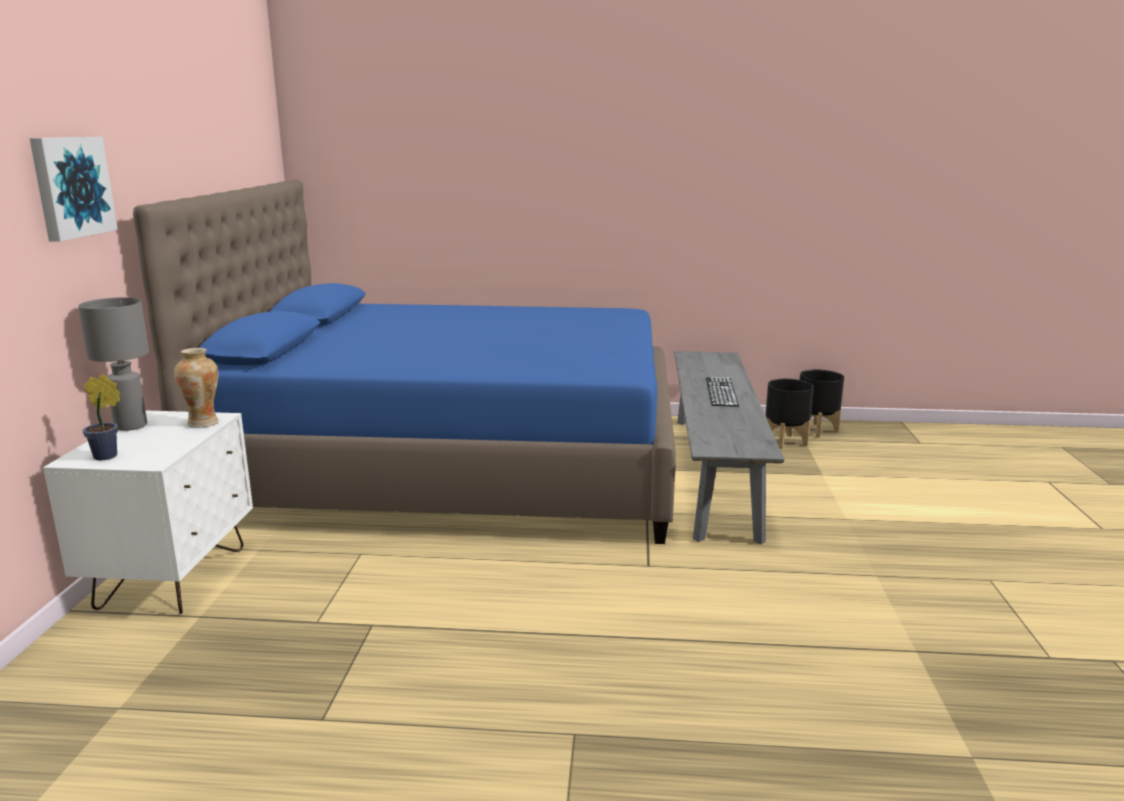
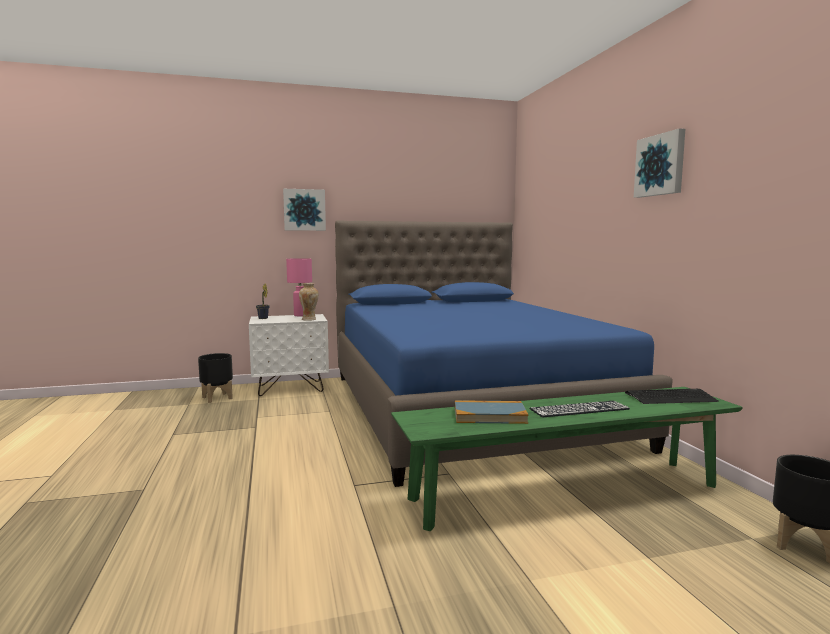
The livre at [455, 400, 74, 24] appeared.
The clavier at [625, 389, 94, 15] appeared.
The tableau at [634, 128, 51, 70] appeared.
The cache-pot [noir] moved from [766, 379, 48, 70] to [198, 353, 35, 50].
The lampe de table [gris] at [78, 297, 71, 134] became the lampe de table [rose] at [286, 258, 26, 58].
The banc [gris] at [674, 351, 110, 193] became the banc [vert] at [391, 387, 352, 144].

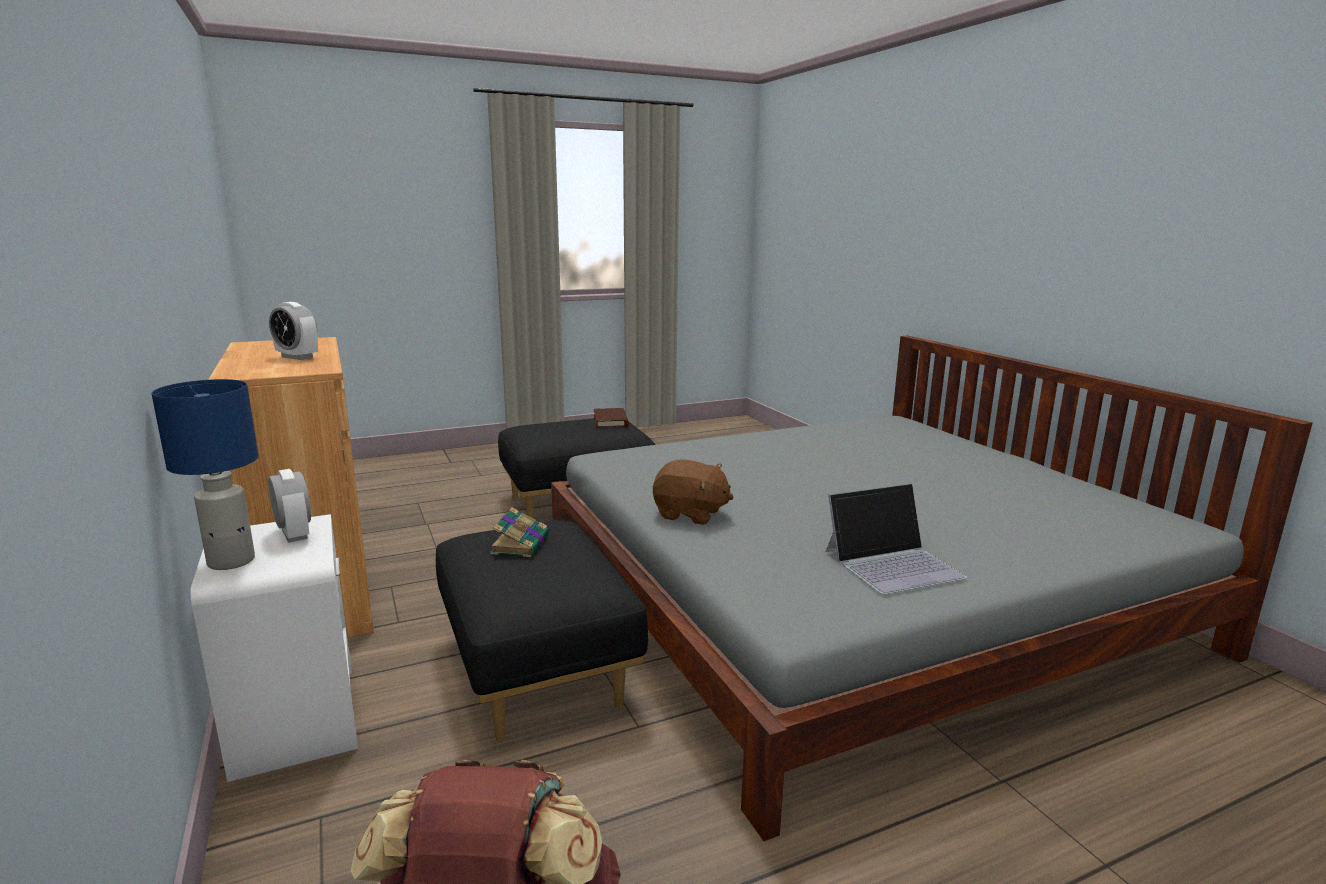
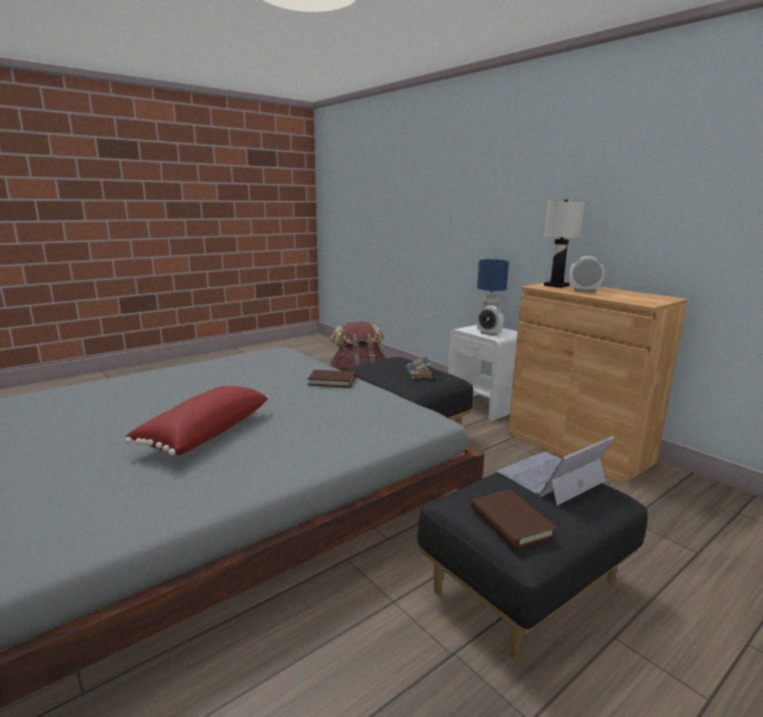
The coussin [rouge] at [125, 386, 144, 69] appeared.
The lampe de table [blanc] at [544, 200, 41, 88] appeared.
The ordinateur portable moved from [826, 483, 141, 112] to [498, 436, 117, 70].
The peluche [marron] at [653, 460, 81, 65] was replaced by the livre [marron] at [307, 370, 49, 18].

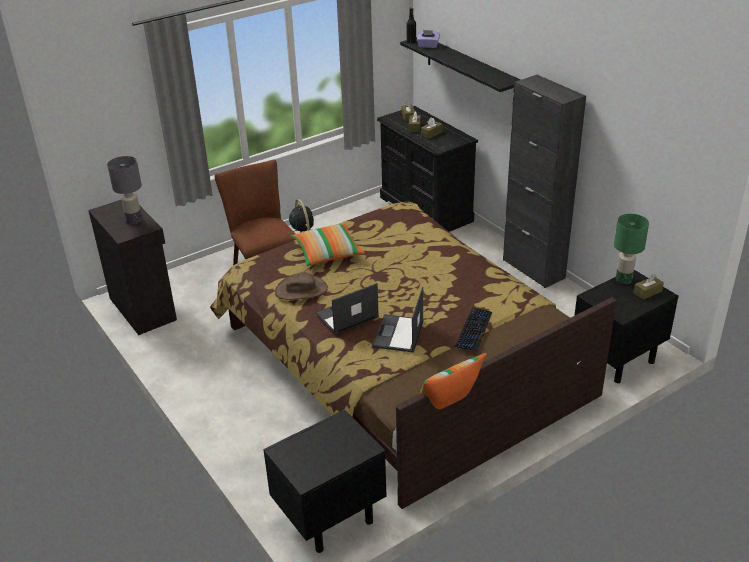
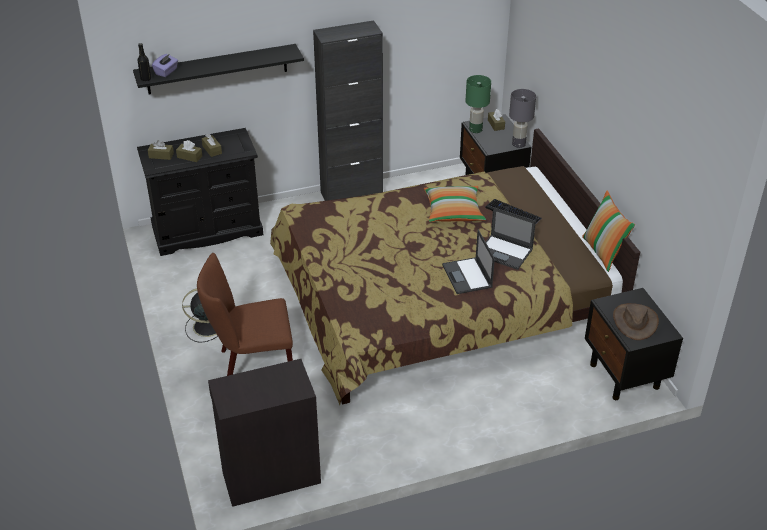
The lampe de table [gris] moved from [107, 156, 35, 68] to [509, 89, 27, 59].
The chapeau [marron] moved from [275, 272, 53, 28] to [613, 303, 46, 37].
The coussin moved from [291, 224, 74, 42] to [424, 186, 62, 36].

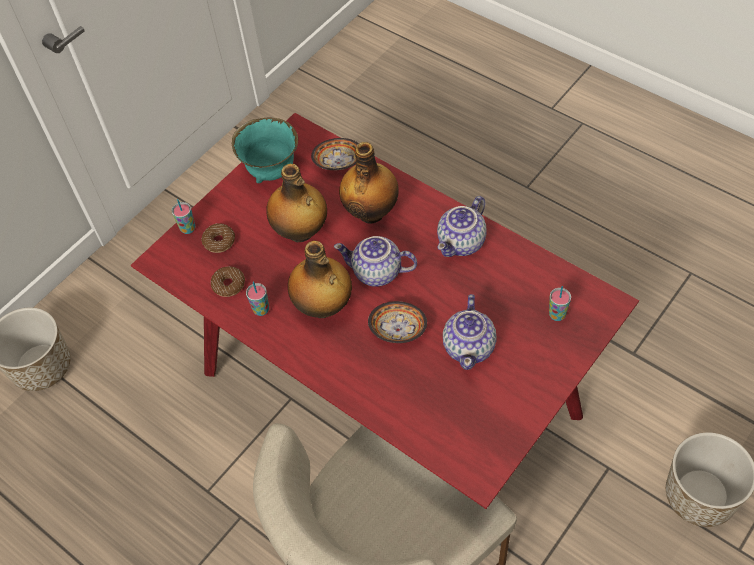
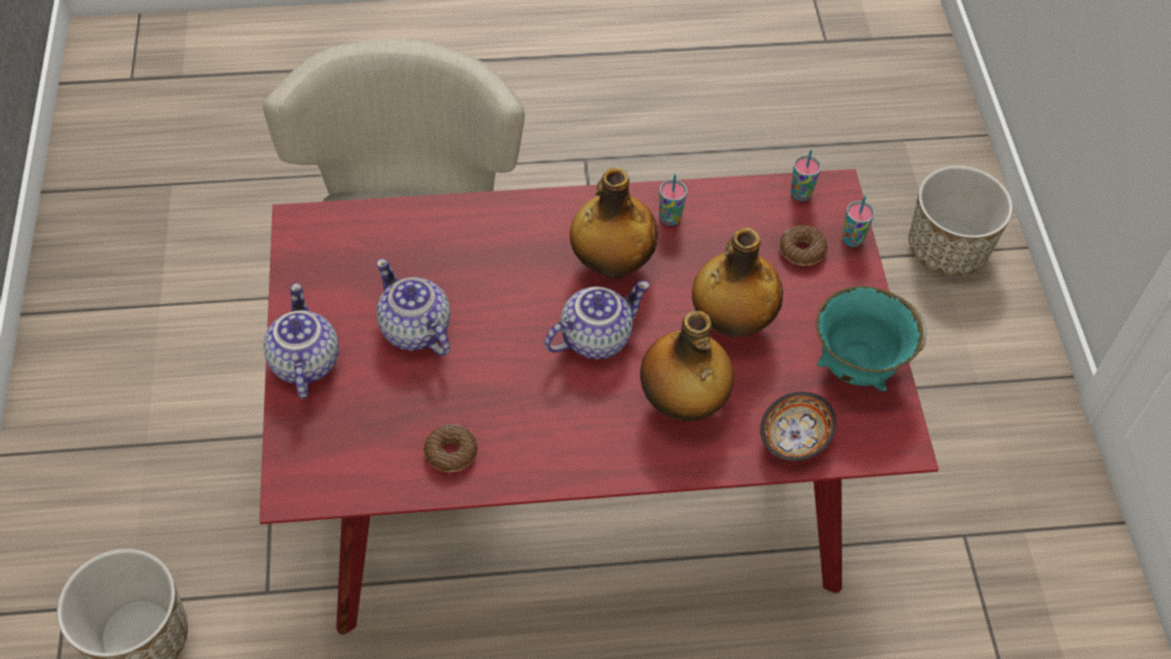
The bol at [368, 301, 59, 42] disappeared.
The beignet moved from [211, 266, 34, 31] to [423, 424, 55, 48].
The théière moved from [437, 196, 50, 61] to [263, 283, 76, 116].
The tasse moved from [549, 286, 22, 35] to [790, 150, 31, 51].

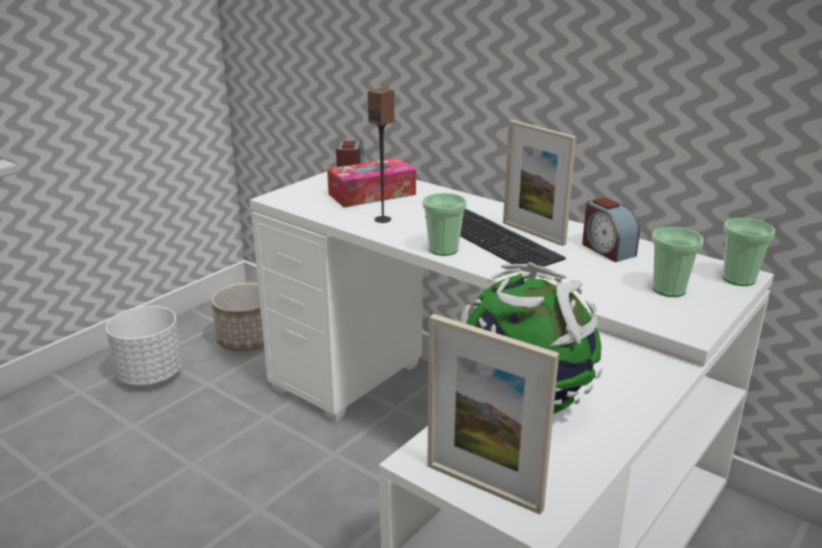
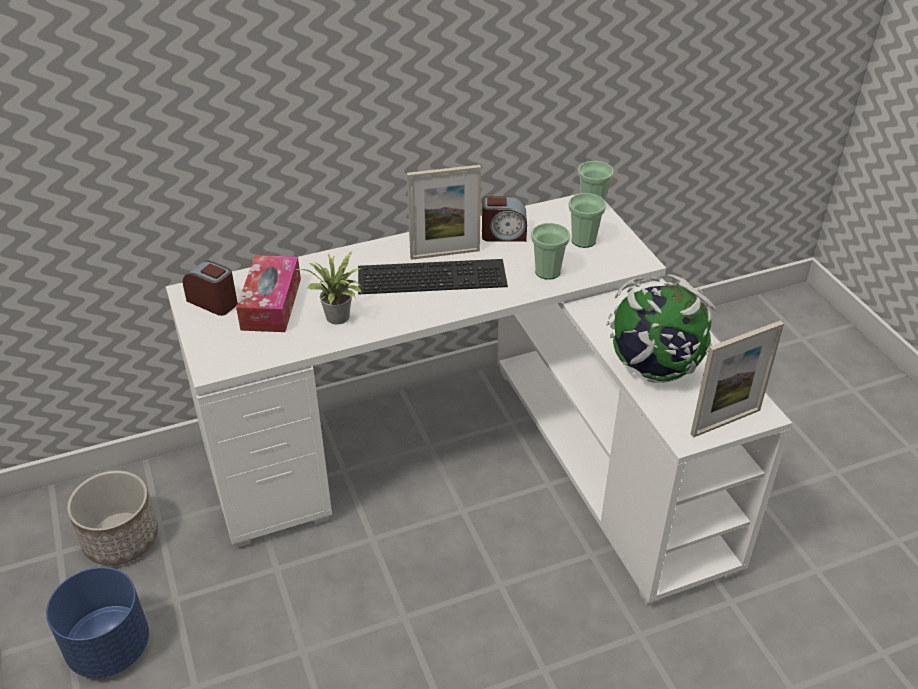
The tasse moved from [422, 193, 45, 63] to [531, 223, 39, 57].
The enceinte at [368, 88, 27, 135] was replaced by the plante en pot at [296, 252, 66, 73].
The cache-pot [blanc] at [106, 306, 77, 80] became the cache-pot [bleu] at [46, 567, 103, 111].

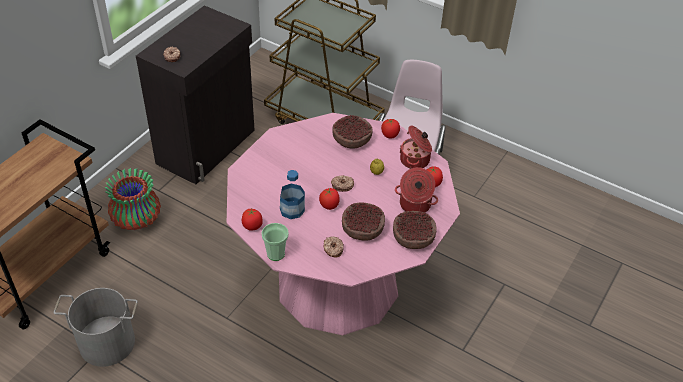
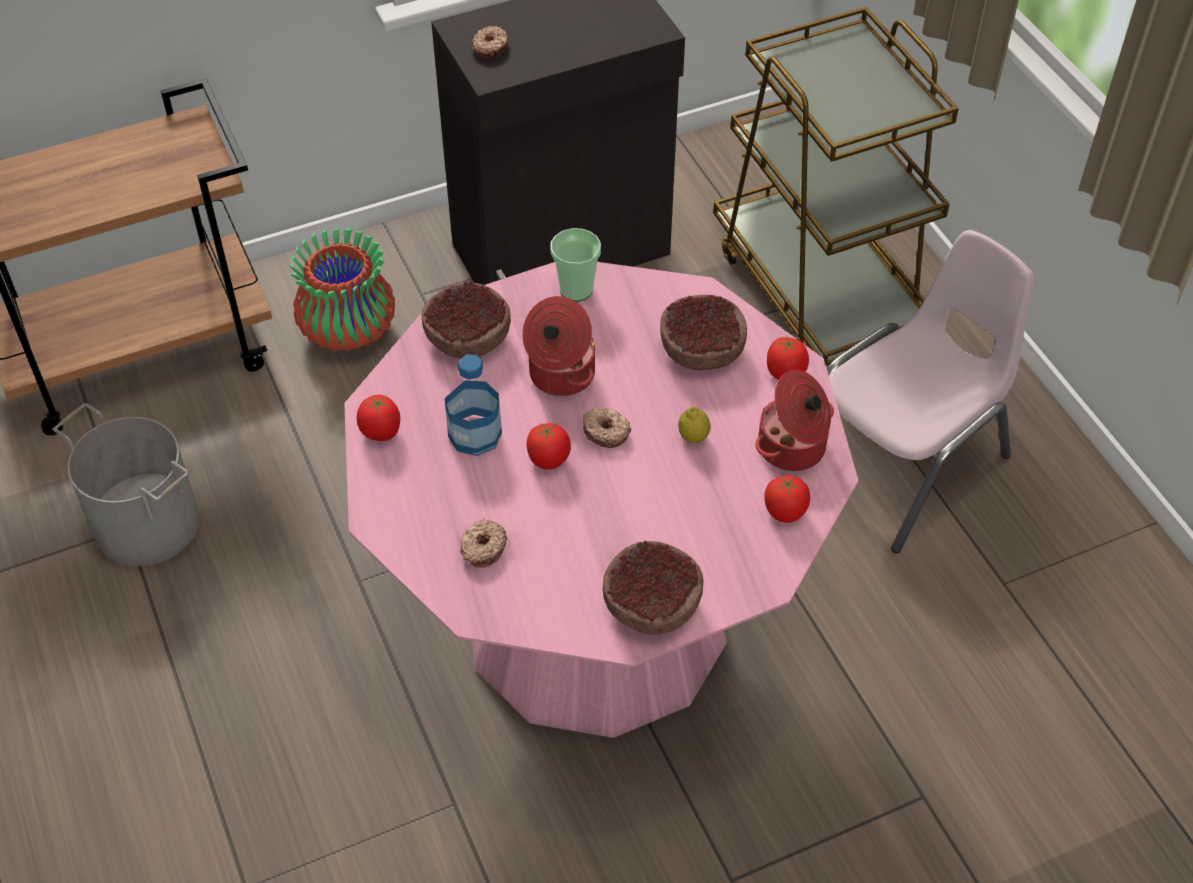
The tasse moved from [261, 223, 28, 38] to [550, 228, 51, 74].
The bol moved from [342, 202, 43, 39] to [422, 281, 89, 78].
The marmite moved from [395, 167, 43, 46] to [522, 296, 73, 100].

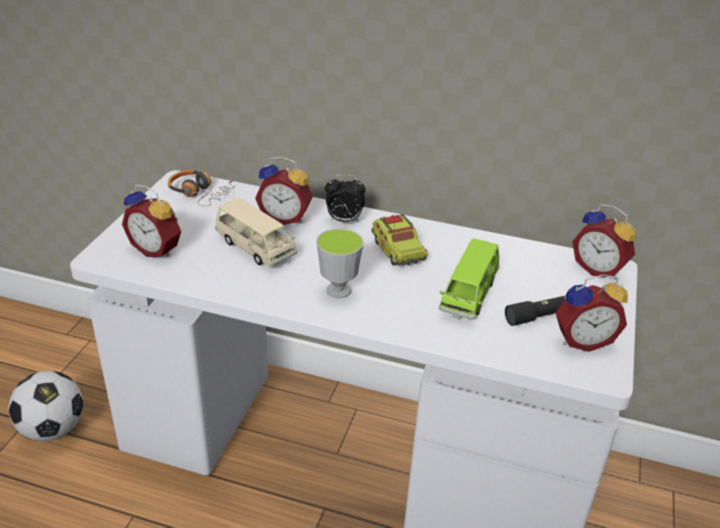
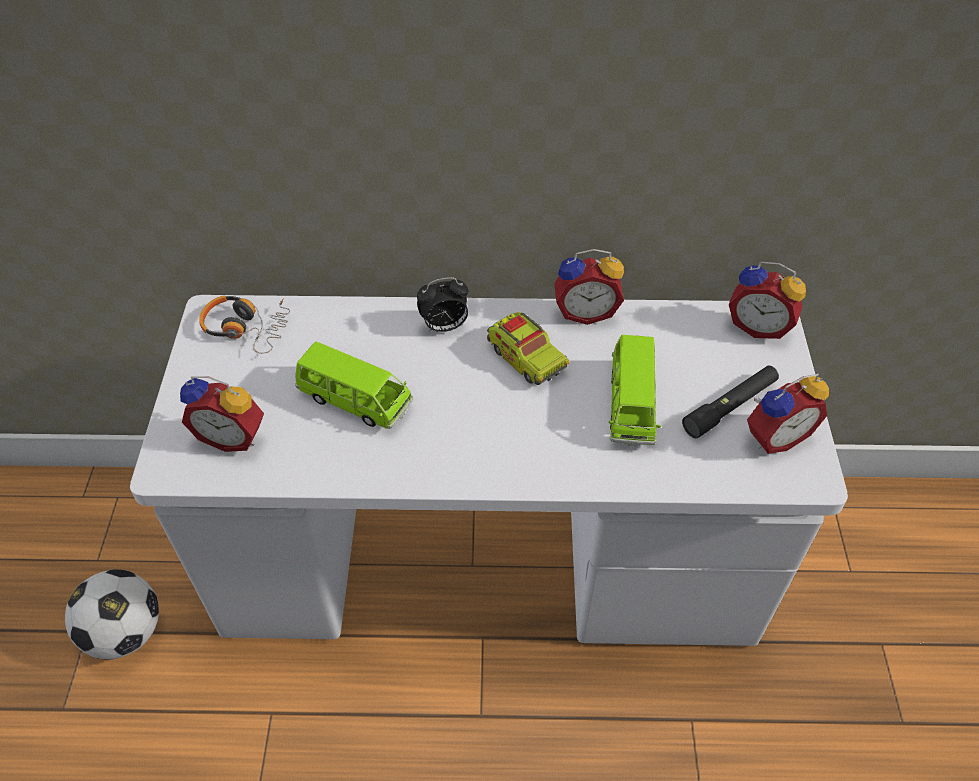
The tasse at [316, 228, 48, 71] disappeared.
The réveil moved from [255, 157, 58, 68] to [554, 249, 70, 76].
The petite voiture [beige] at [215, 197, 82, 70] became the petite voiture [vert] at [295, 342, 118, 87].

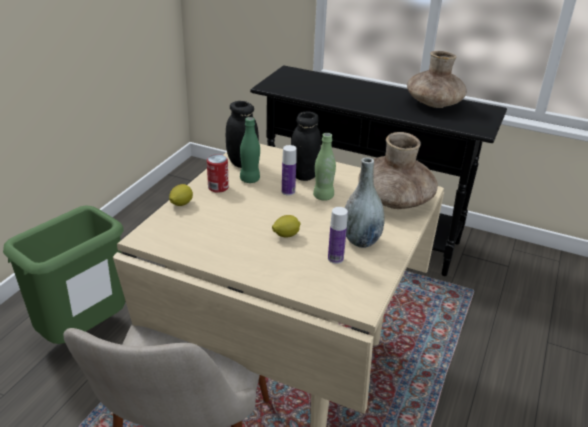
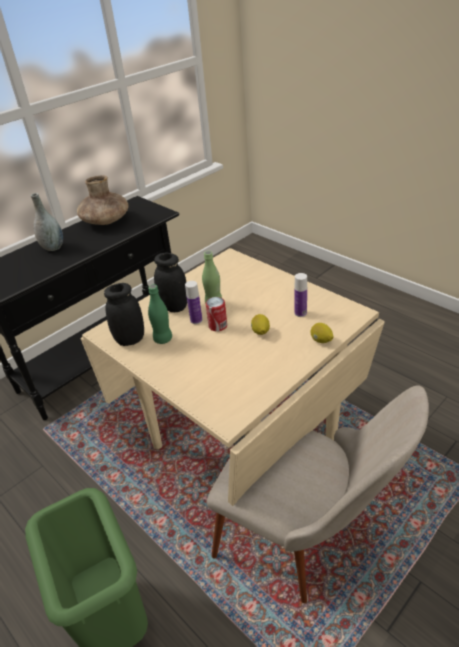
The vase [marron] at [358, 132, 80, 77] disappeared.
The citron moved from [169, 184, 24, 22] to [310, 323, 24, 20].
The boîte métallique moved from [207, 154, 22, 39] to [206, 297, 21, 35].
The vase [gris] moved from [345, 157, 40, 91] to [30, 193, 33, 58].

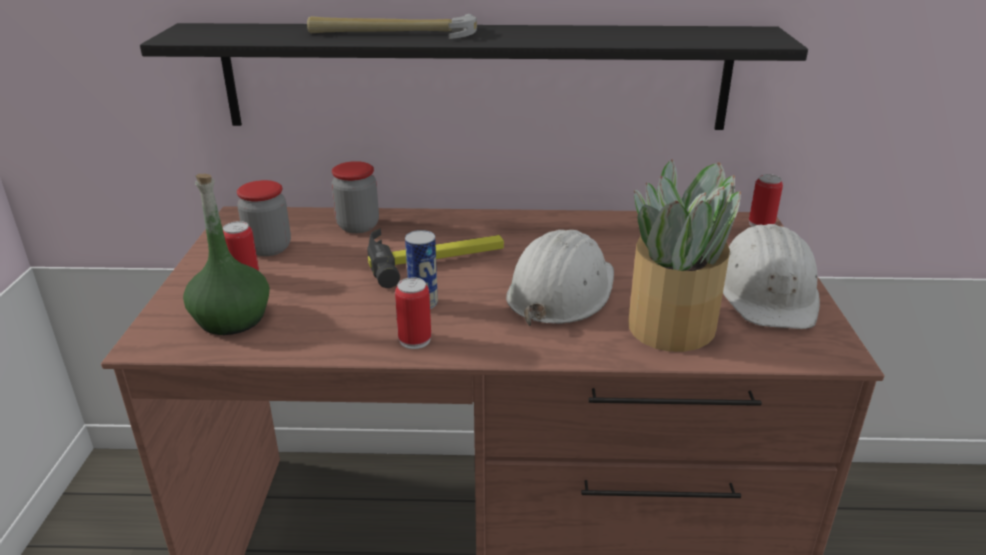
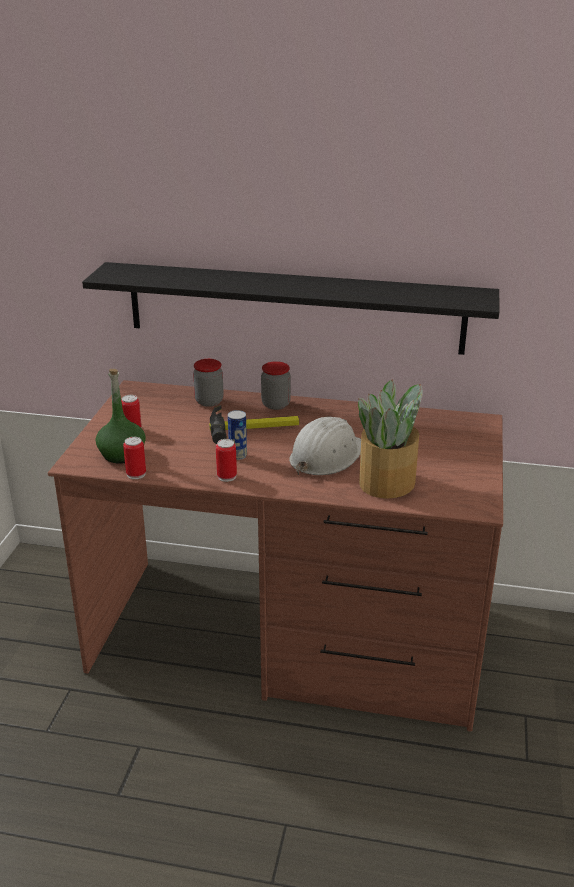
The marteau at [307, 14, 170, 25] disappeared.
The casque de chantier [blanc] at [723, 224, 97, 105] disappeared.
The bocal moved from [237, 180, 54, 76] to [261, 361, 30, 49].
The boîte métallique moved from [749, 174, 34, 53] to [123, 437, 23, 42].

